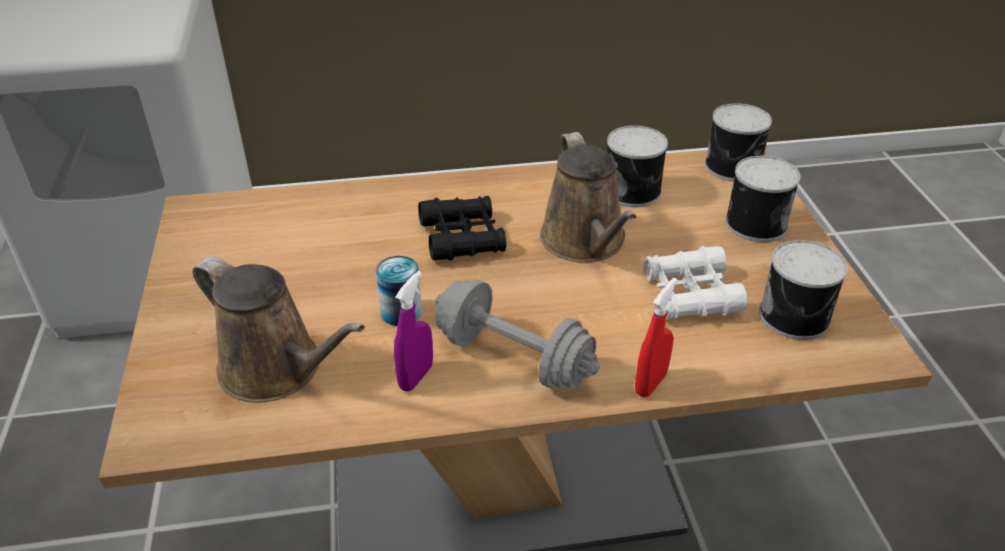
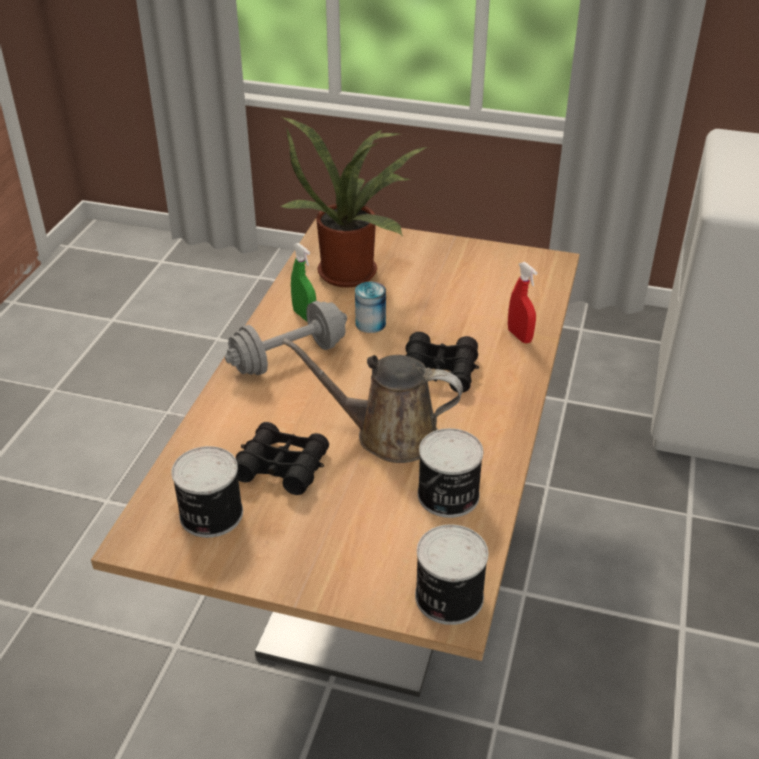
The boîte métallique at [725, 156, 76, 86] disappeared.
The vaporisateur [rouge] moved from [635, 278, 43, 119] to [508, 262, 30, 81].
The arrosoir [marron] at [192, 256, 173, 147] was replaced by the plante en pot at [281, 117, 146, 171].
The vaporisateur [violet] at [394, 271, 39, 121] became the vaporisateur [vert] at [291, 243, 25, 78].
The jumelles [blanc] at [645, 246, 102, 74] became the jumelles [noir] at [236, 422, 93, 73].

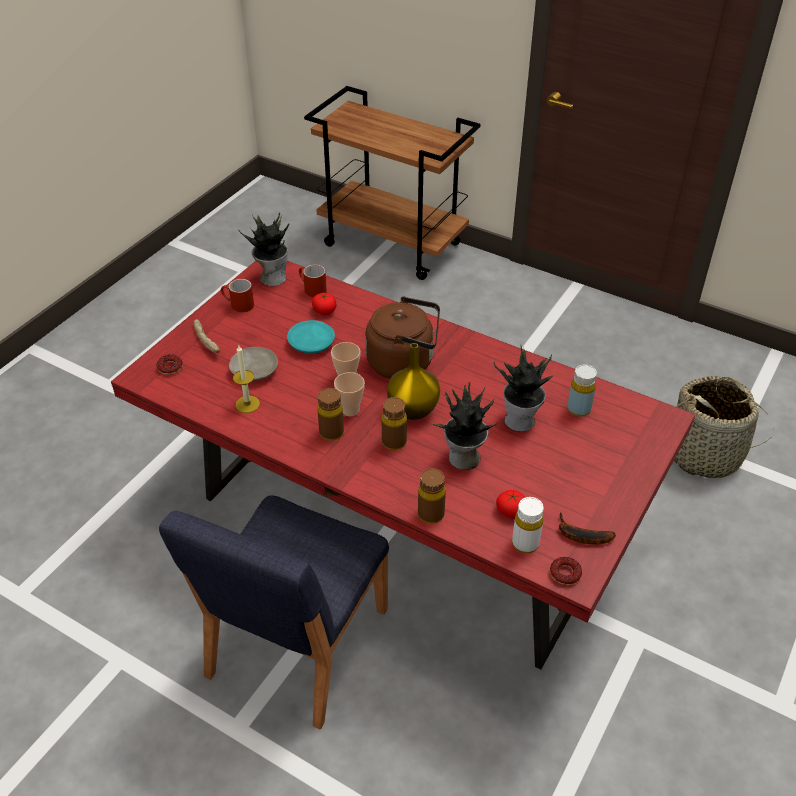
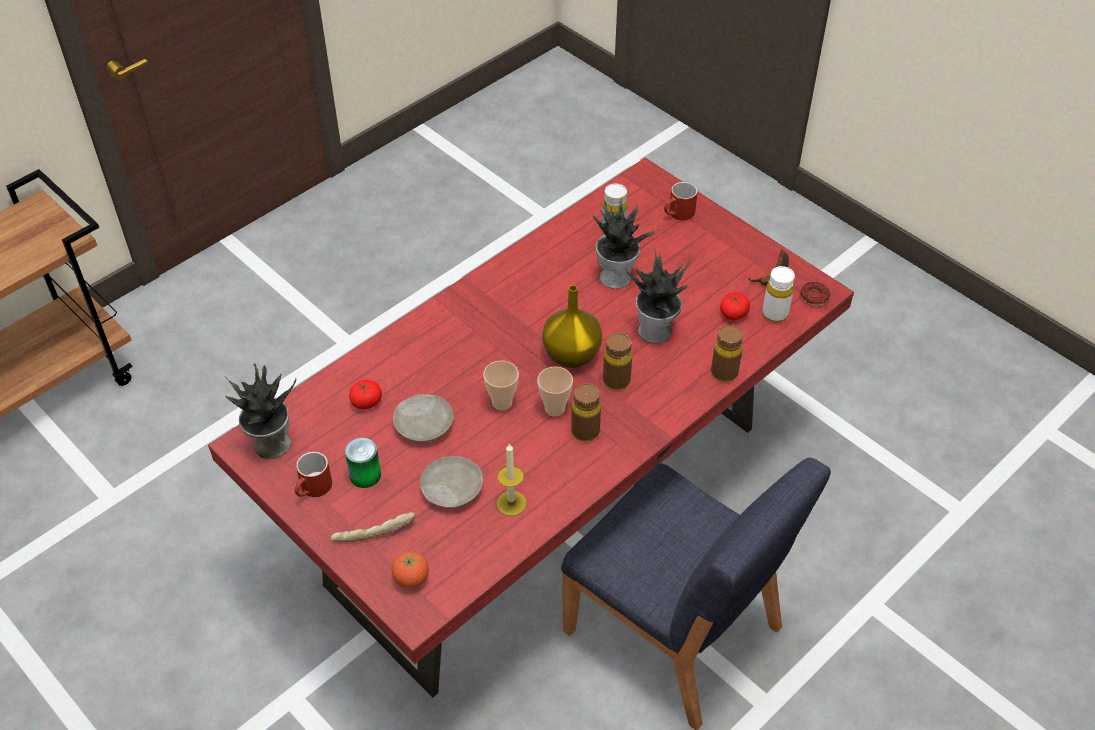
The bouilloire [marron] at [365, 296, 75, 82] disappeared.
The panier at [674, 376, 97, 102] disappeared.
The boîte métallique at [345, 437, 36, 51] appeared.
The mug [rouge] moved from [299, 264, 28, 33] to [664, 182, 34, 39].
The beignet at [156, 355, 27, 20] was replaced by the tomate at [392, 551, 37, 37].
The assiette [turquoise] at [287, 320, 48, 34] became the assiette [beige] at [393, 394, 61, 48].

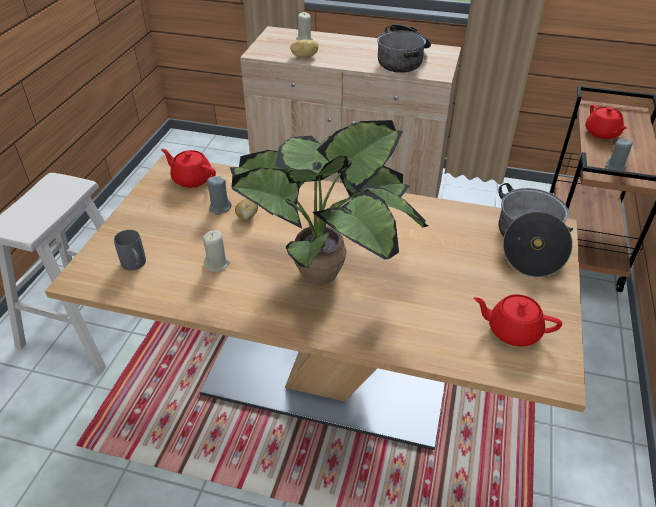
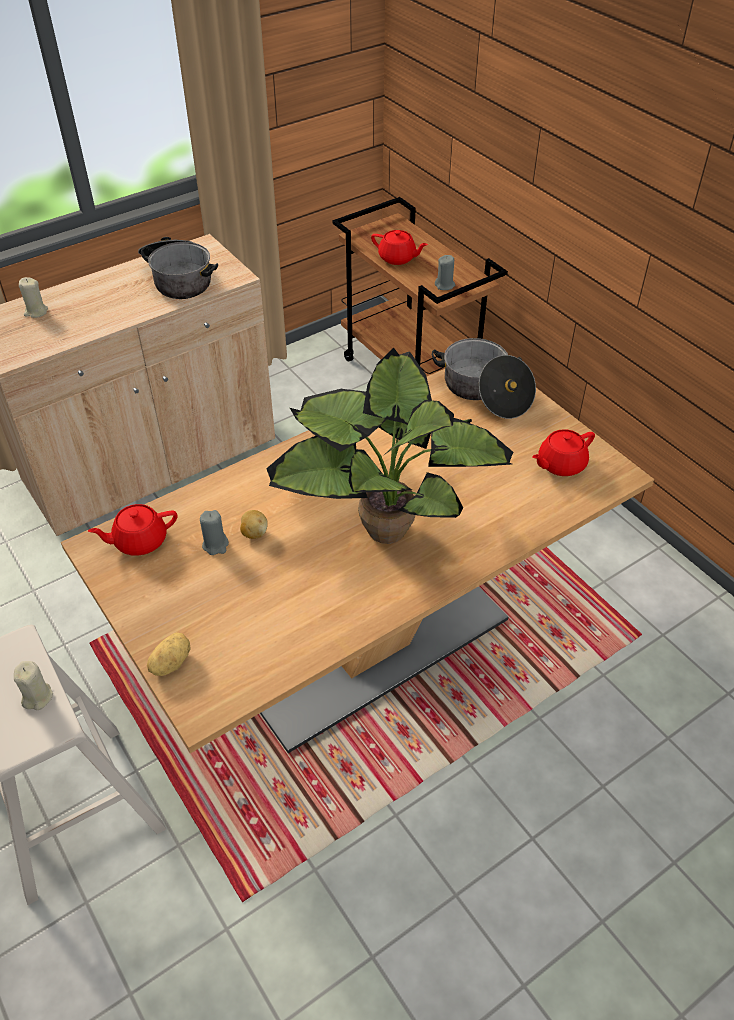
The mug [gris] at [114, 230, 32, 41] disappeared.
The bougie [beige] moved from [203, 230, 27, 42] to [14, 661, 39, 49].
The pomme de terre moved from [290, 39, 29, 19] to [147, 632, 44, 44].

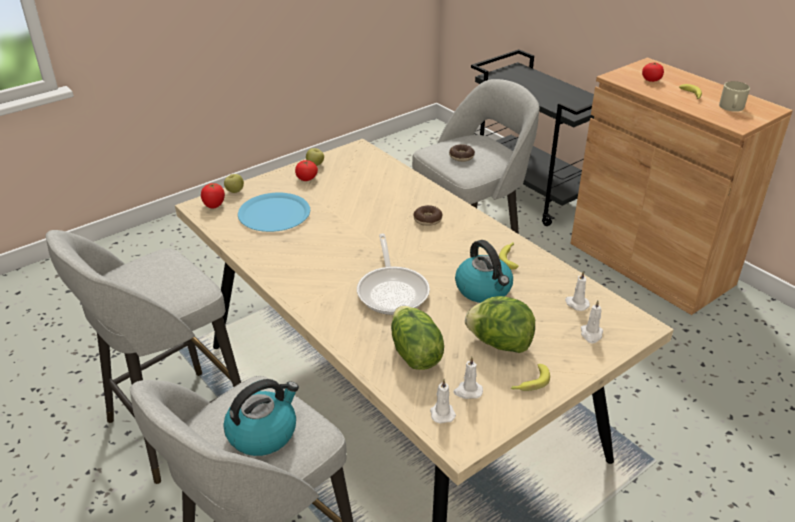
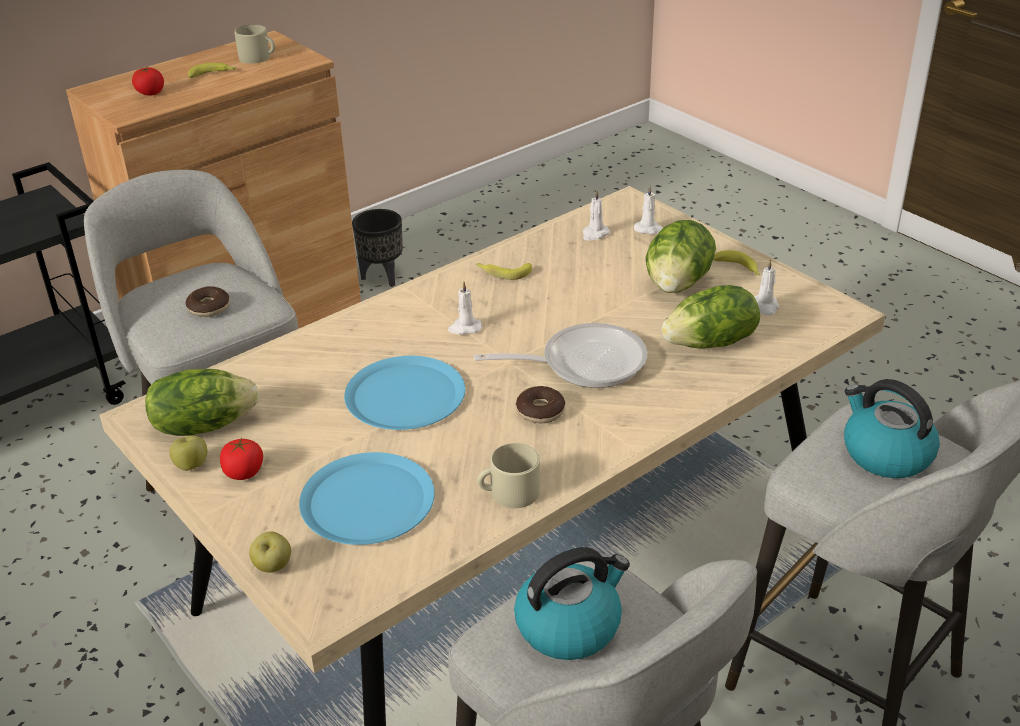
The tomate at [201, 183, 24, 25] disappeared.
The laitue at [145, 369, 114, 67] appeared.
The assiette [bleu] at [344, 356, 121, 74] appeared.
The cache-pot [noir] at [352, 209, 51, 78] appeared.
The mug [beige] at [477, 443, 63, 65] appeared.
The beignet moved from [413, 205, 30, 21] to [516, 386, 49, 37].
The bougie [blanc] moved from [430, 379, 26, 44] to [448, 281, 34, 54].
The bouilloire moved from [455, 240, 58, 63] to [514, 547, 116, 113].

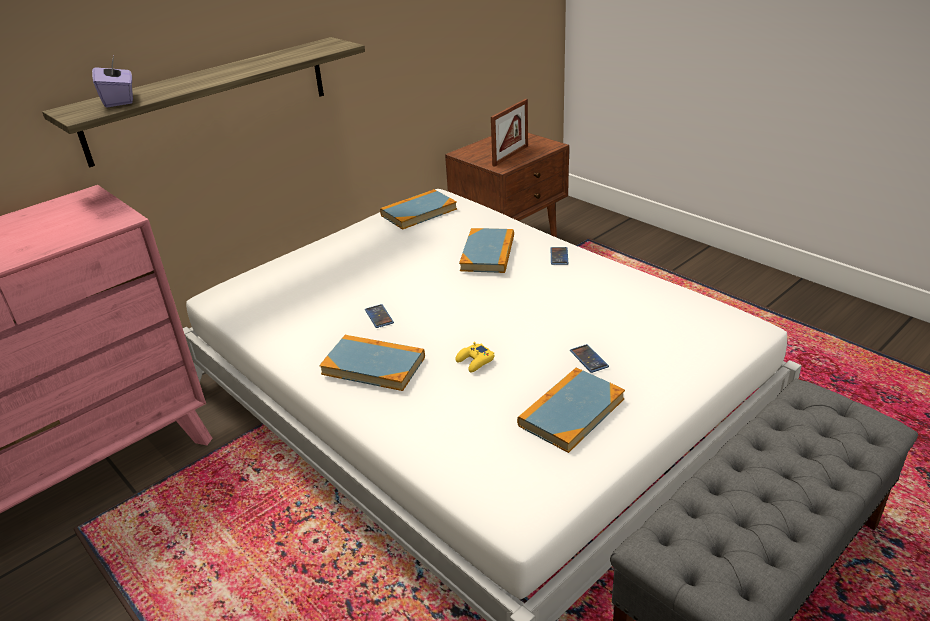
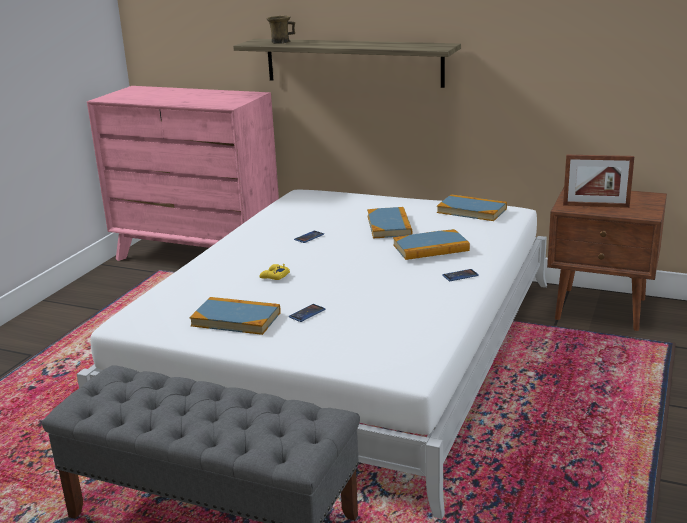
The livre moved from [319, 335, 106, 56] to [367, 207, 45, 32].
The boîte à mouchoirs [violet] at [92, 56, 41, 51] was replaced by the mug [marron] at [266, 16, 29, 28].

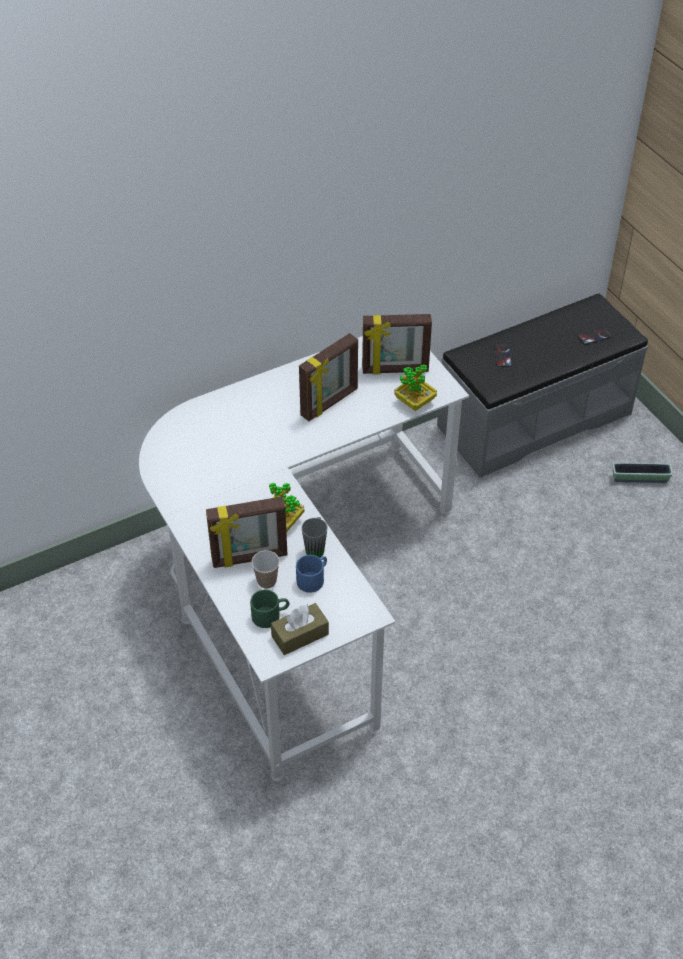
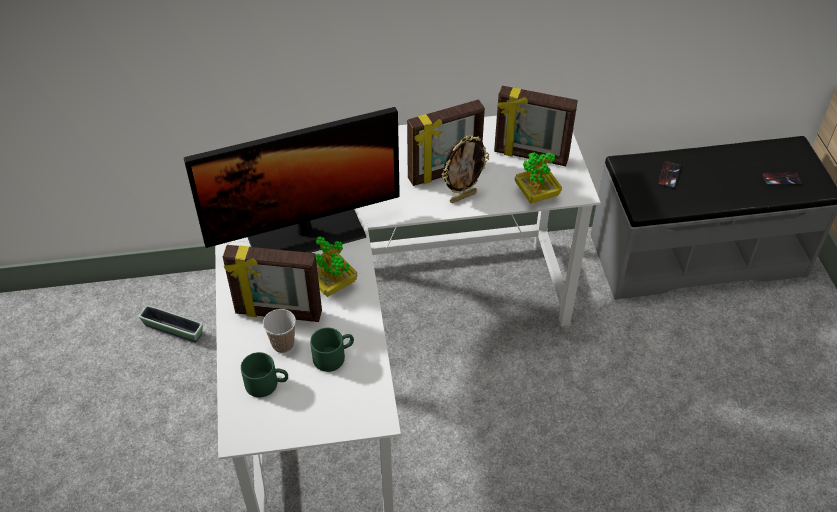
The boîte à mouchoirs [marron] at [271, 603, 58, 52] disappeared.
The mug [gris] at [302, 517, 26, 41] disappeared.
The écran d'ordinateur at [184, 107, 216, 146] appeared.
The cadre photo at [441, 135, 48, 68] appeared.
The cache-pot moved from [613, 463, 60, 20] to [139, 305, 64, 38].
The mug [bleu] at [296, 555, 31, 38] became the mug [vert] at [310, 328, 44, 44].

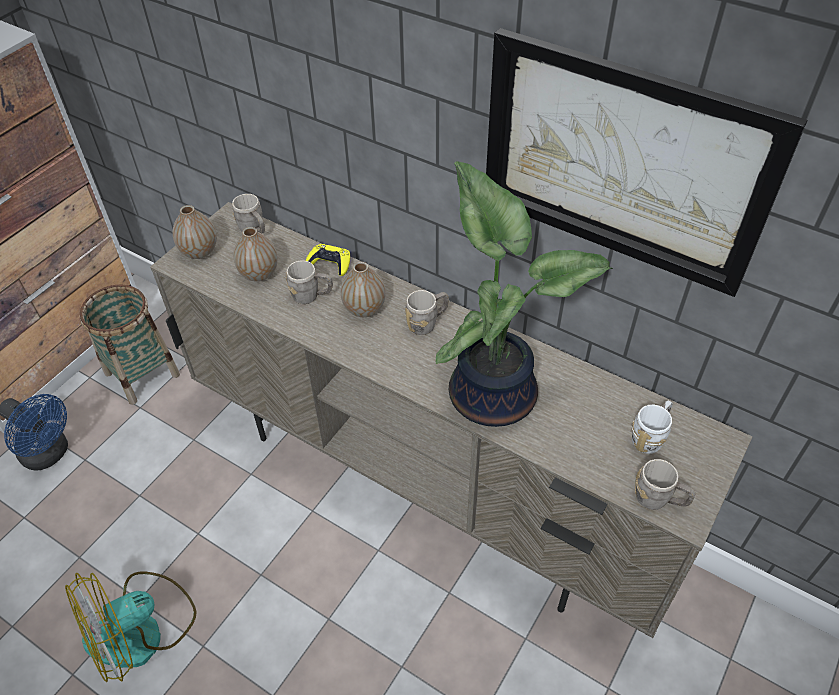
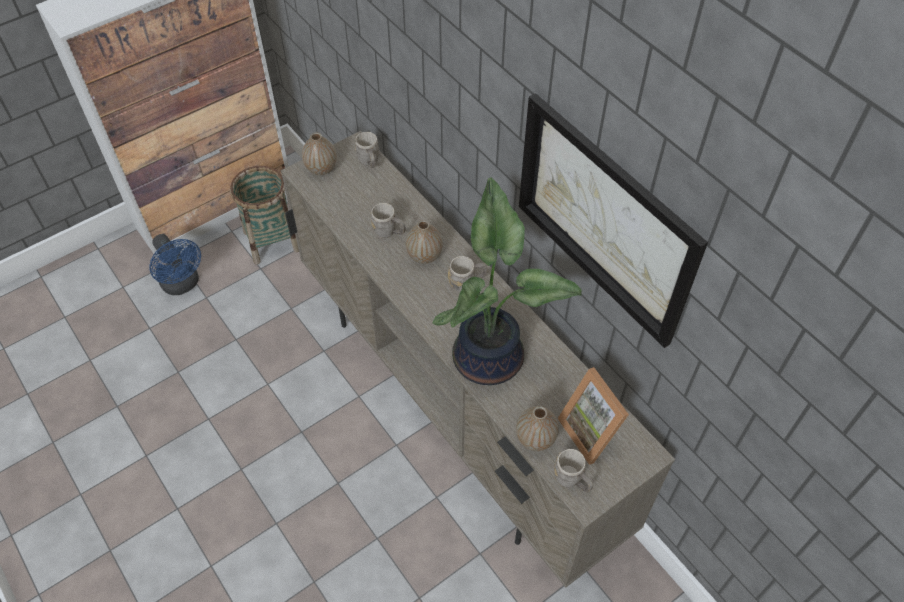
The ventilateur at [65, 572, 132, 110] disappeared.
The manette [jaune] at [305, 244, 45, 32] disappeared.
The vase moved from [233, 227, 45, 54] to [516, 406, 43, 45].
The mug [blanc] at [632, 400, 41, 54] was replaced by the cadre photo at [558, 367, 71, 98].

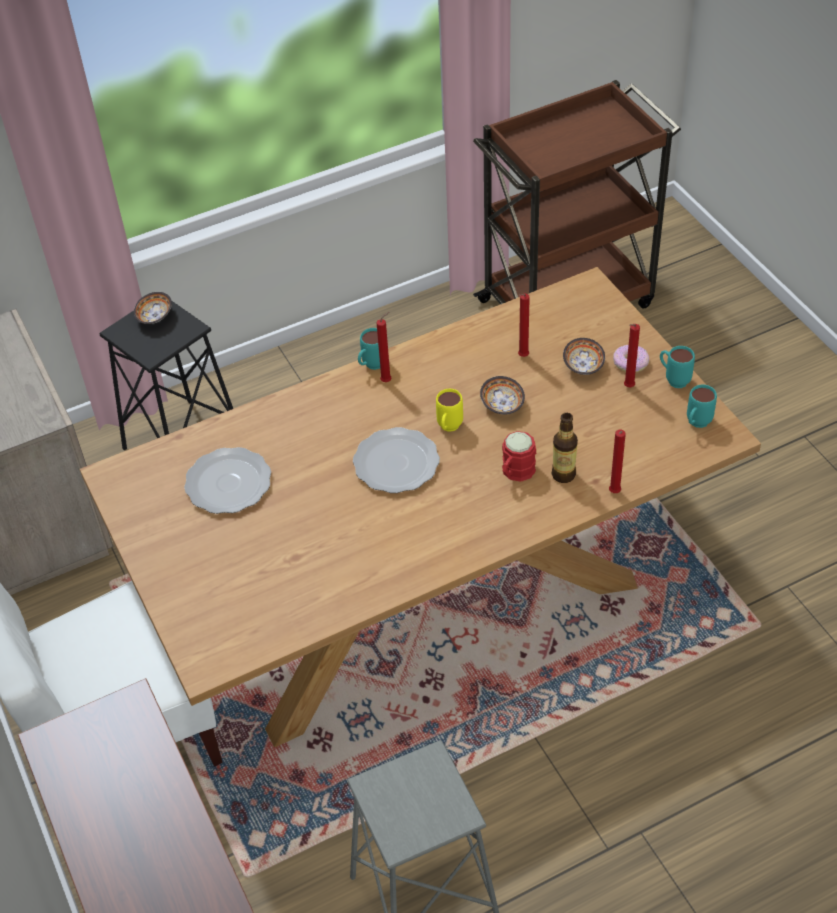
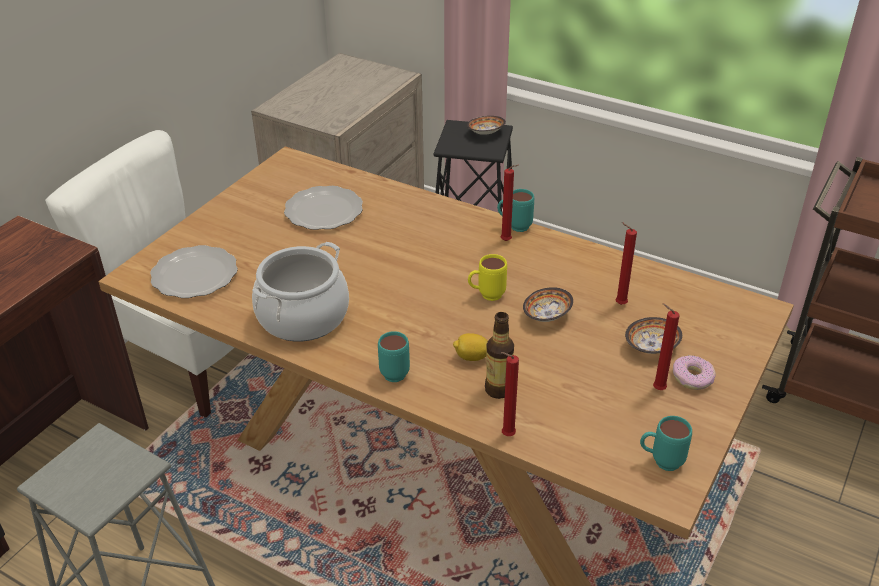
The marmite at [252, 242, 97, 100] appeared.
The assiette moved from [353, 427, 87, 66] to [150, 245, 88, 53].
The mug [turquoise] moved from [660, 346, 35, 42] to [378, 331, 32, 51].
The mug [rouge] at [502, 431, 34, 51] was replaced by the citron at [453, 333, 35, 28].

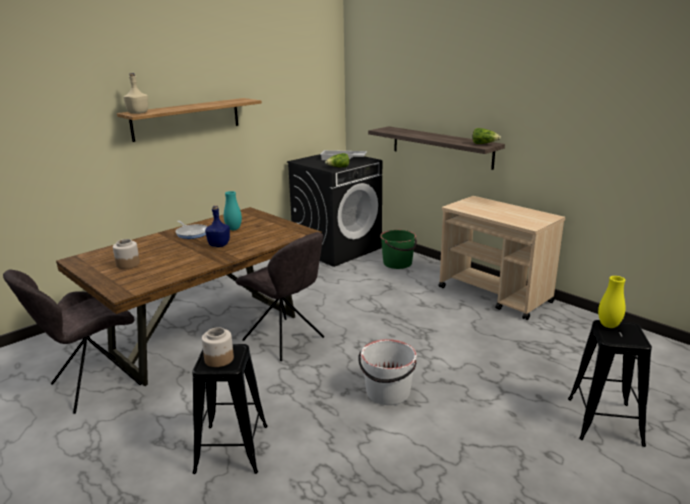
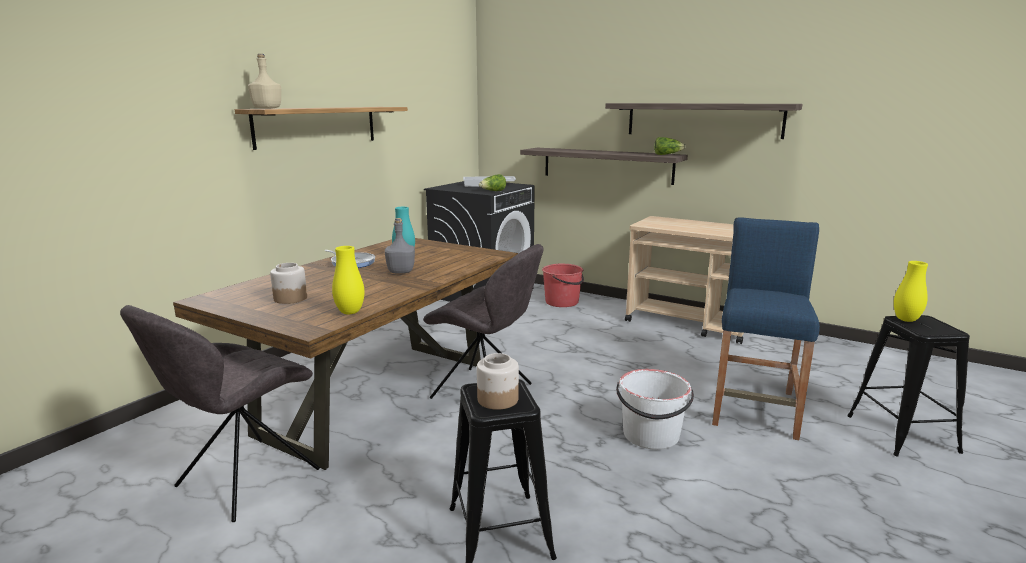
The vase [jaune] at [332, 246, 32, 68] appeared.
The étagère at [605, 103, 197, 36] appeared.
The tabouret [bleu] at [712, 217, 108, 223] appeared.
The bouteille [bleu] at [205, 205, 25, 42] became the bouteille [gris] at [385, 218, 30, 56].
The seau [vert] at [380, 230, 37, 39] became the seau [rouge] at [542, 264, 42, 43].

